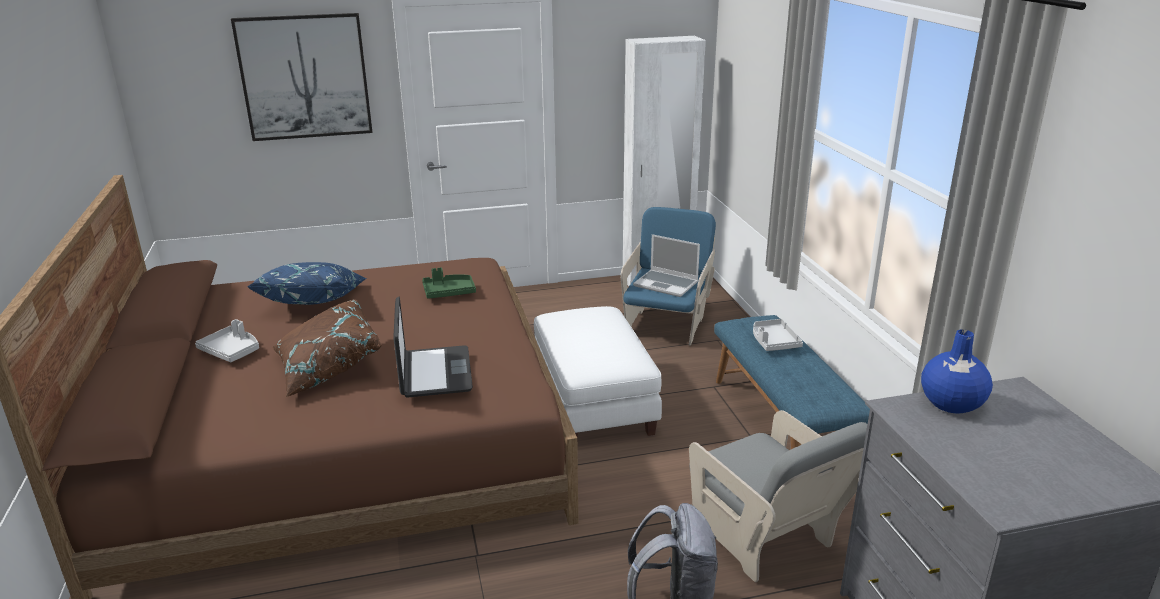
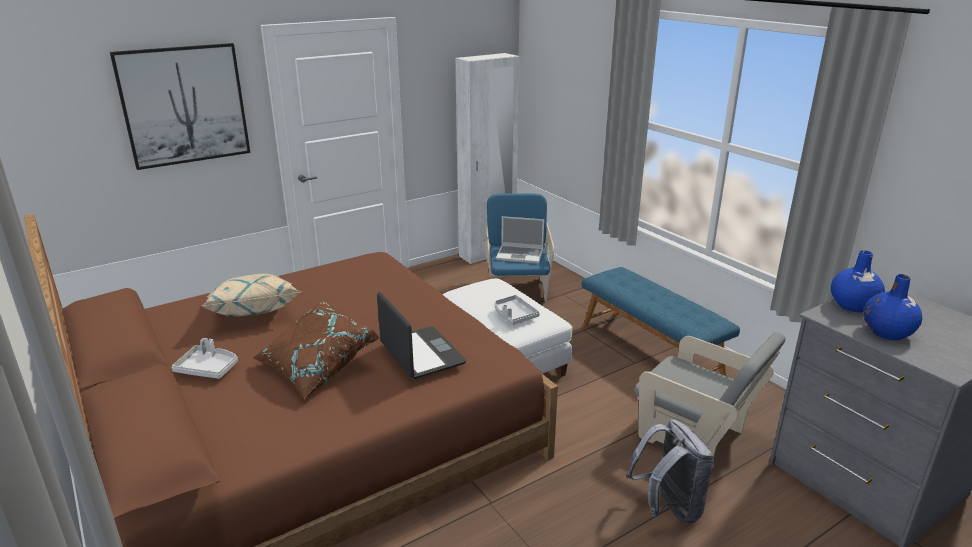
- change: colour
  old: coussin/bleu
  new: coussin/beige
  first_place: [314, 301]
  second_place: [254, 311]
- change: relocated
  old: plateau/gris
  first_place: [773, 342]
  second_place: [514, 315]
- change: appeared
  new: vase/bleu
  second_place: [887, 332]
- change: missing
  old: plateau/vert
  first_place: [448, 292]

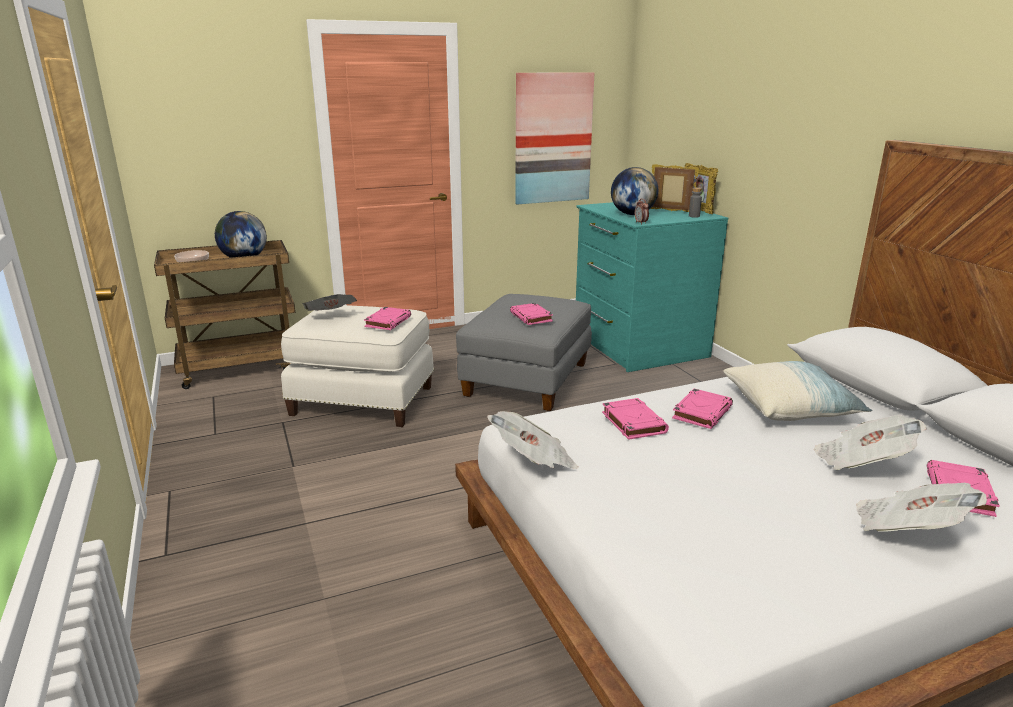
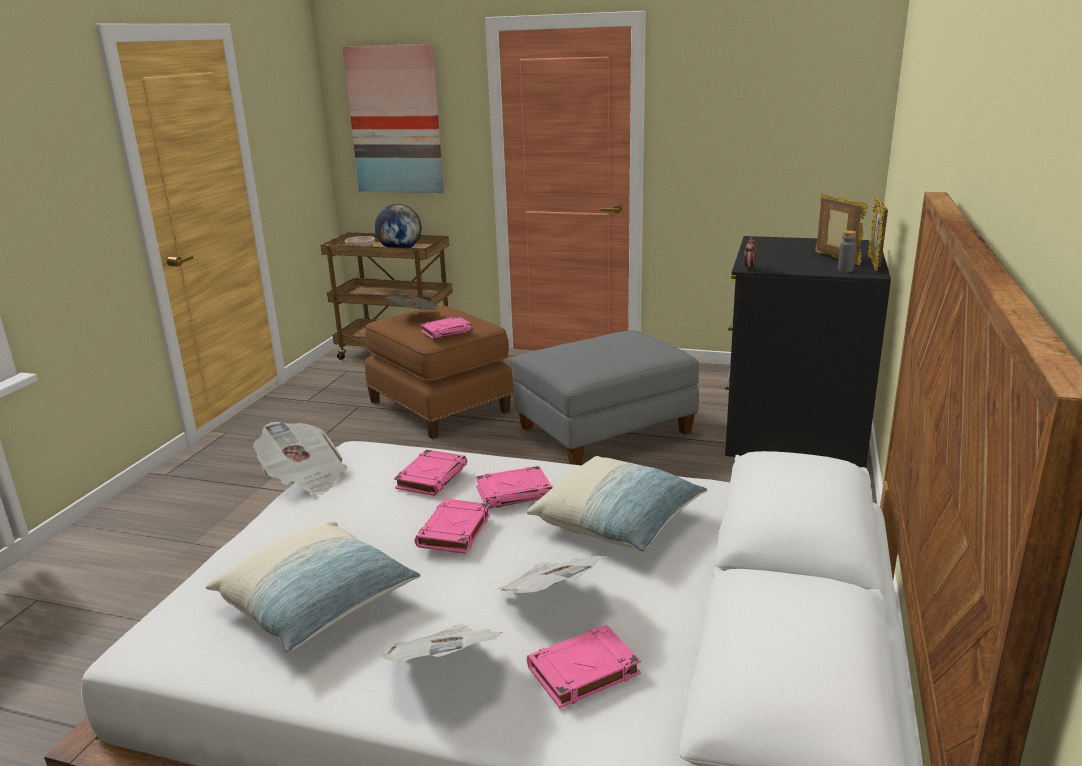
- change: appeared
  new: coussin
  second_place: [318, 605]
- change: relocated
  old: tableau
  first_place: [553, 138]
  second_place: [395, 120]
- change: colour
  old: pouf/blanc
  new: pouf/marron
  first_place: [364, 399]
  second_place: [441, 406]
- change: relocated
  old: livre/rose
  first_place: [531, 317]
  second_place: [454, 531]
- change: colour
  old: commode/turquoise
  new: commode/noir
  first_place: [638, 346]
  second_place: [792, 431]
- change: missing
  old: globe
  first_place: [632, 214]

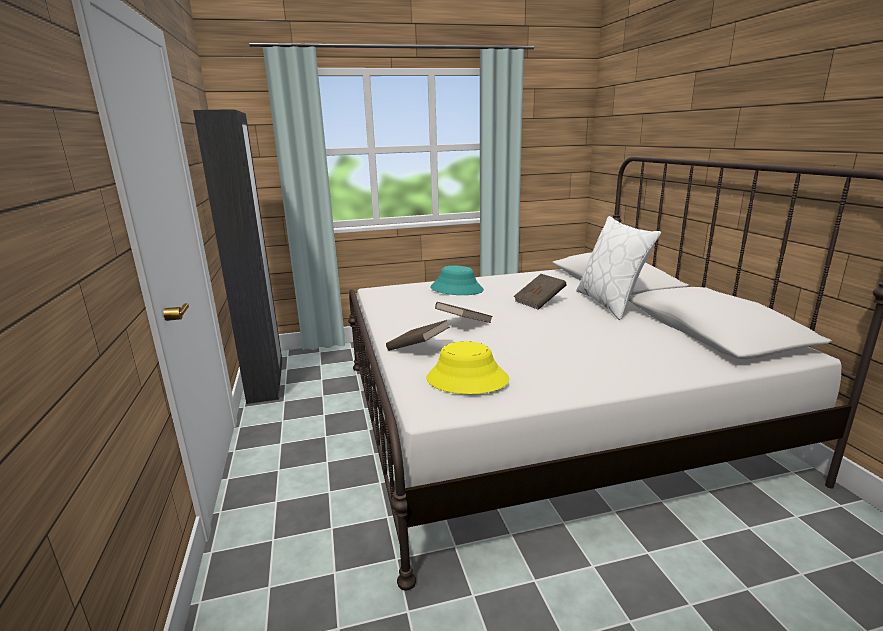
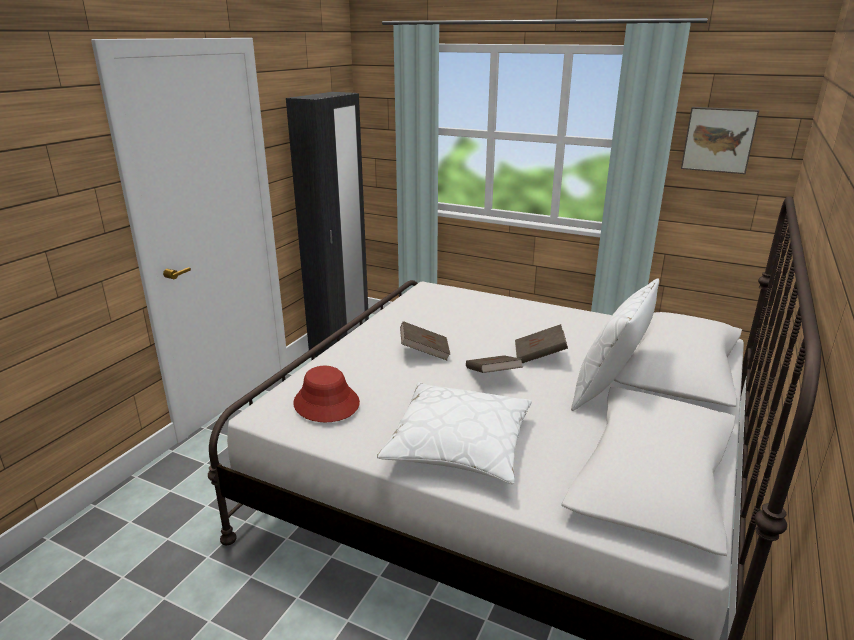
- change: colour
  old: chapeau/jaune
  new: chapeau/rouge
  first_place: [467, 380]
  second_place: [326, 403]
- change: appeared
  new: coussin/blanc
  second_place: [459, 444]
- change: relocated
  old: livre/marron
  first_place: [418, 348]
  second_place: [492, 376]
- change: appeared
  new: tableau
  second_place: [718, 139]
- change: missing
  old: chapeau/turquoise
  first_place: [456, 289]

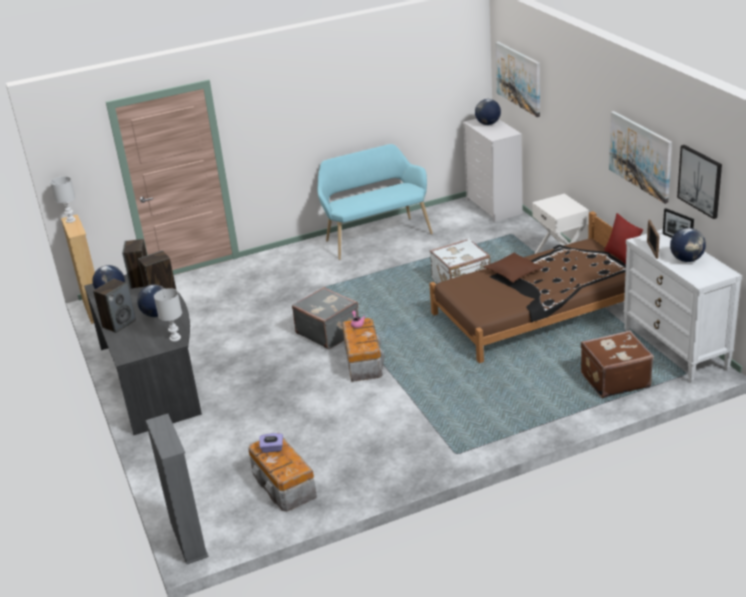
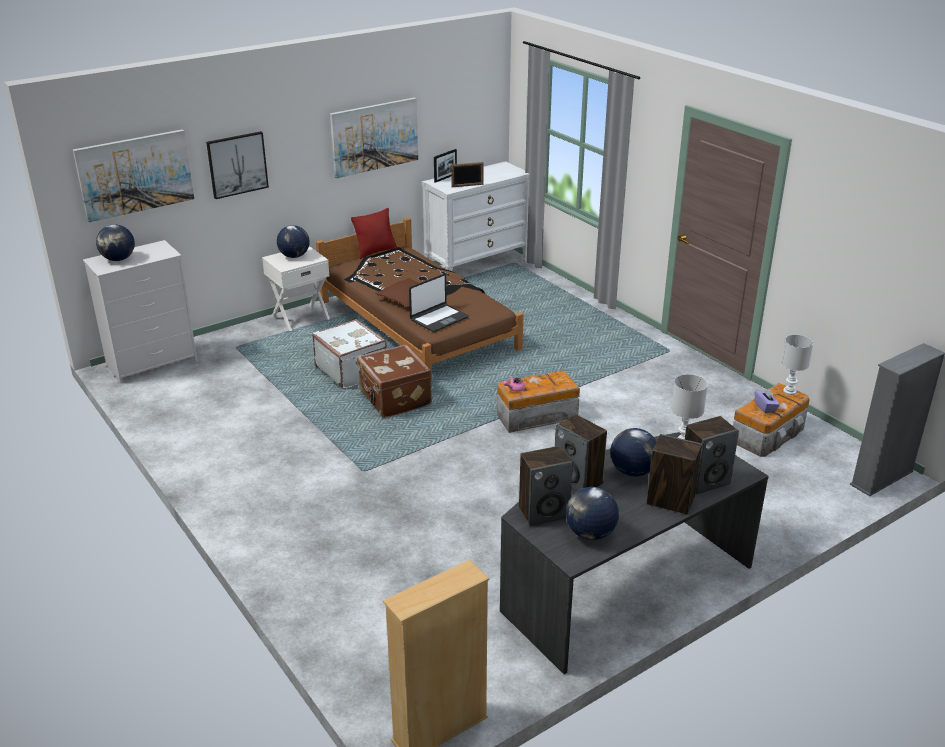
- change: relocated
  old: tableau
  first_place: [700, 181]
  second_place: [237, 164]
- change: relocated
  old: globe
  first_place: [686, 259]
  second_place: [294, 256]
- change: relocated
  old: valise/marron
  first_place: [614, 379]
  second_place: [394, 399]
- change: appeared
  new: ordinateur portable
  second_place: [439, 318]
- change: appeared
  new: enceinte
  second_place: [704, 480]
- change: relocated
  old: lampe de table/blanc
  first_place: [70, 220]
  second_place: [789, 391]
- change: missing
  old: valise/gris
  first_place: [328, 332]
- change: missing
  old: banc/turquoise
  first_place: [375, 236]

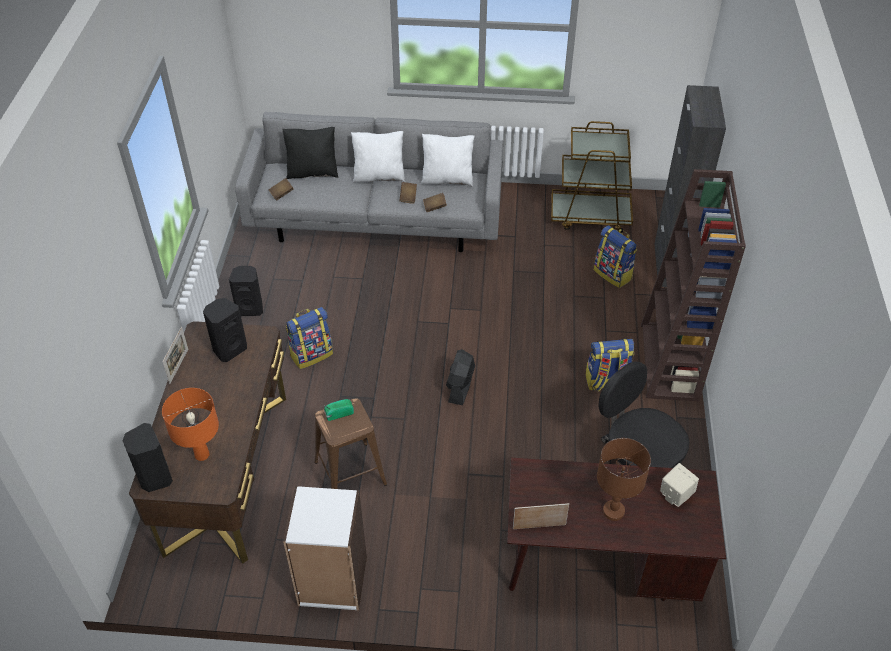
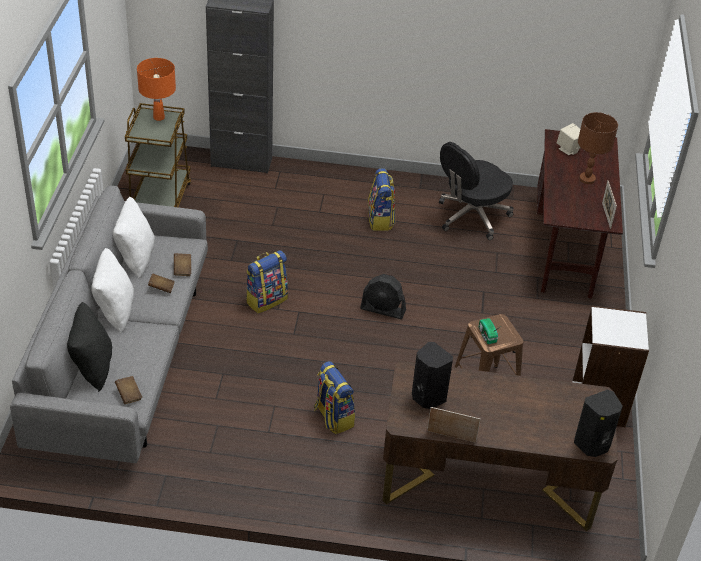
- change: relocated
  old: lampe de table/orange
  first_place: [202, 455]
  second_place: [159, 117]
- change: relocated
  old: sac à dos
  first_place: [613, 274]
  second_place: [266, 300]
- change: missing
  old: enceinte/noir
  first_place: [250, 308]
- change: missing
  old: bibliothèque/marron
  first_place: [670, 362]

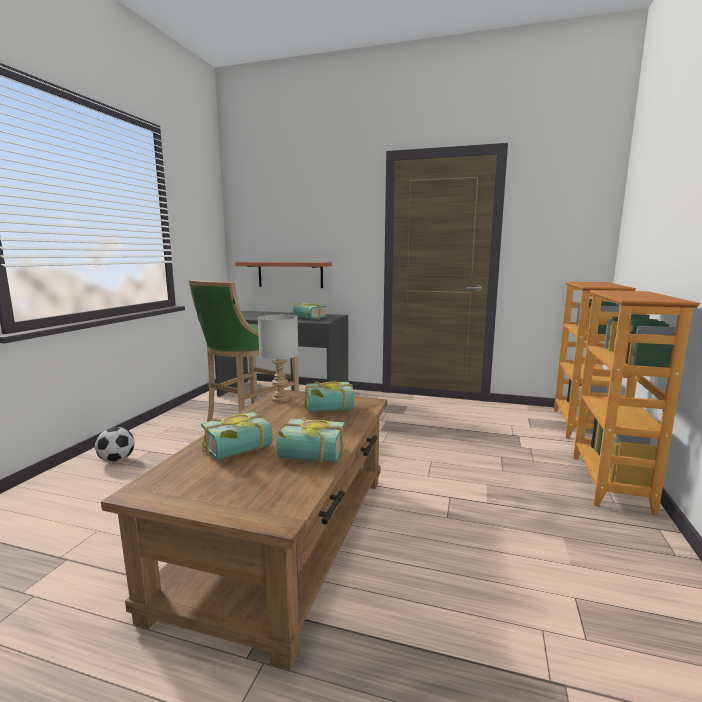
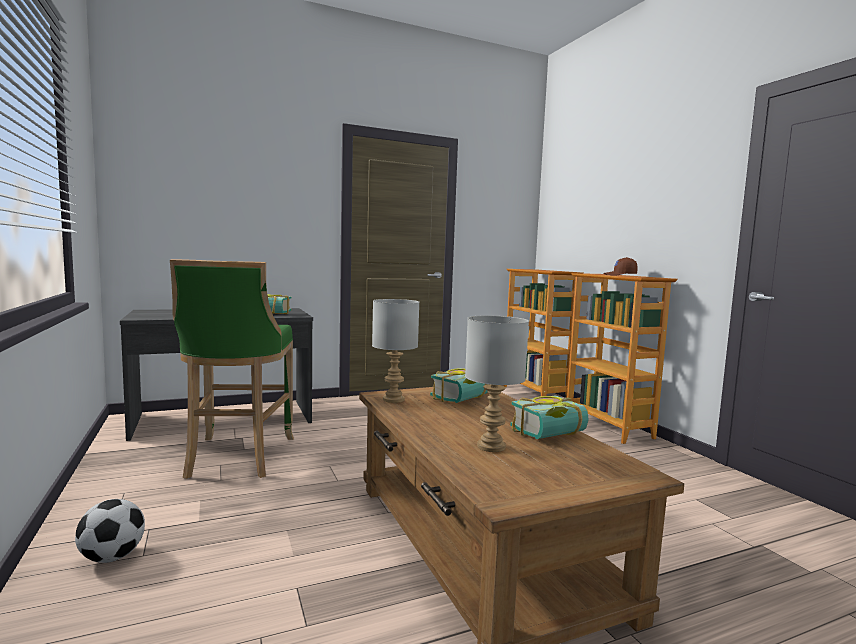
- change: exchanged
  old: livre
  new: lampe de table/gris
  first_place: [240, 452]
  second_place: [490, 447]
- change: appeared
  new: casquette/marron
  second_place: [620, 275]
- change: missing
  old: étagère
  first_place: [290, 274]

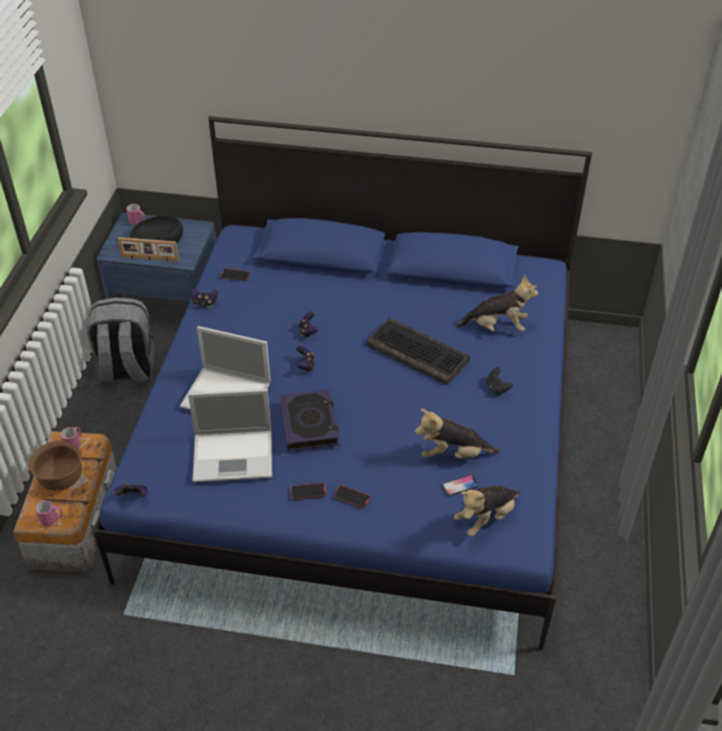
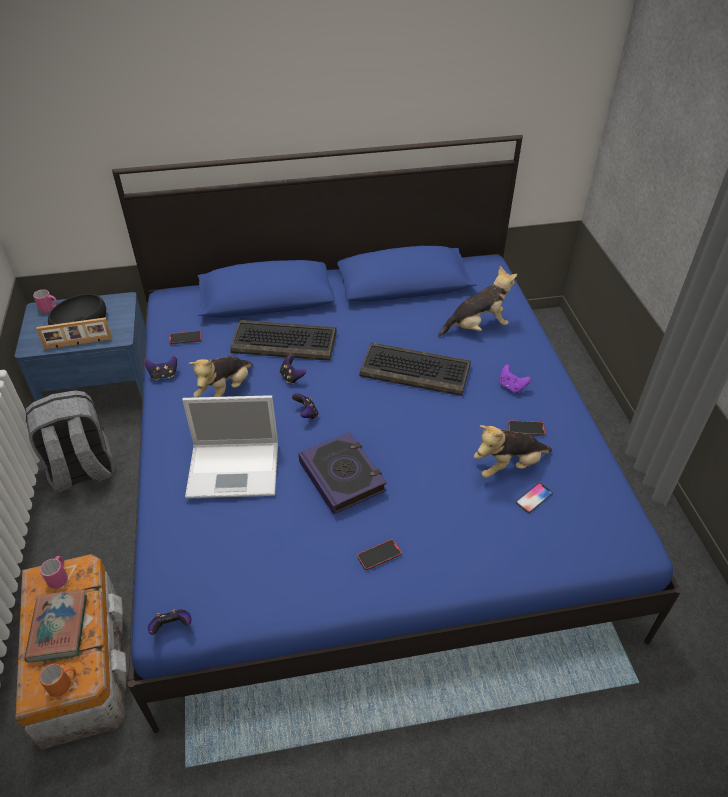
- change: exchanged
  old: bol/marron
  new: livre
  first_place: [62, 480]
  second_place: [58, 628]
- change: colour
  old: mug/rose
  new: mug/orange
  first_place: [52, 519]
  second_place: [64, 684]
- change: relocated
  old: peluche
  first_place: [486, 518]
  second_place: [225, 391]
- change: appeared
  new: clavier
  second_place: [285, 342]
- change: colour
  old: manette/noir
  new: manette/violet
  first_place: [497, 388]
  second_place: [511, 386]
- change: relocated
  old: téléphone
  first_place: [352, 498]
  second_place: [526, 429]
- change: missing
  old: ordinateur portable
  first_place: [235, 455]

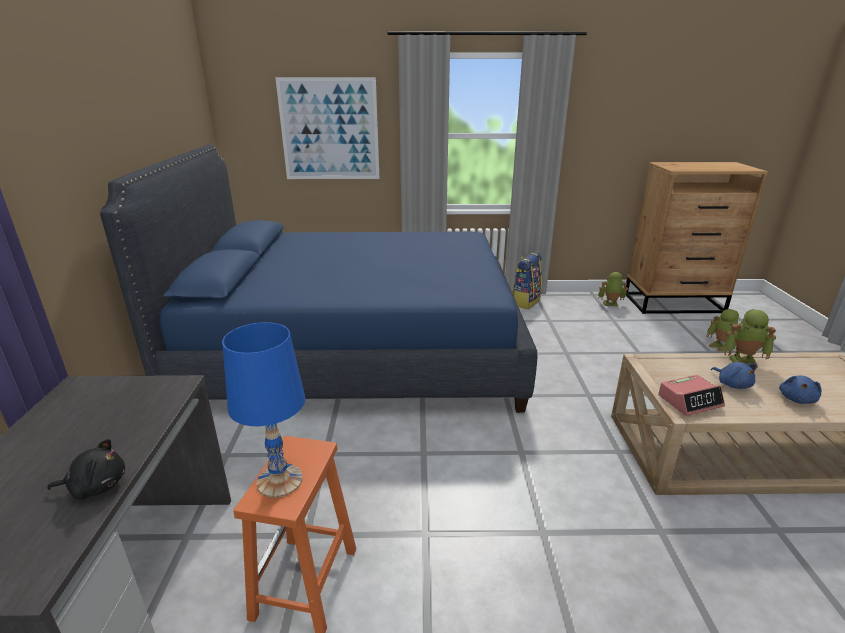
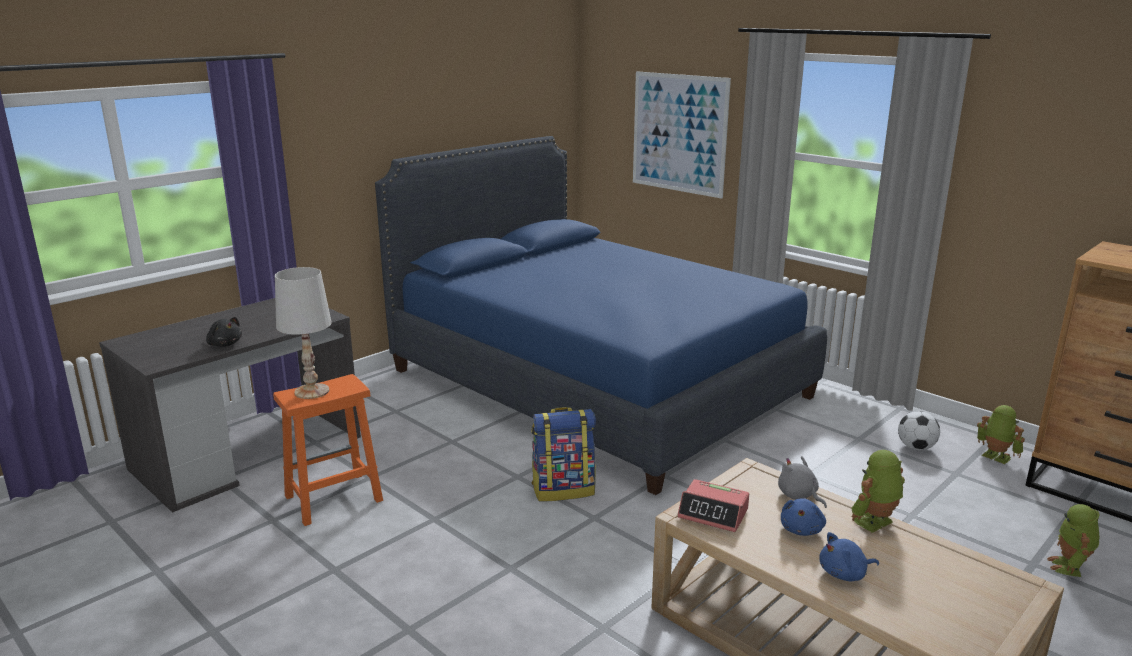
- change: colour
  old: lampe de table/bleu
  new: lampe de table/blanc
  first_place: [280, 480]
  second_place: [312, 391]
- change: relocated
  old: sac à dos
  first_place: [525, 301]
  second_place: [563, 489]
- change: appeared
  new: peluche/gris
  second_place: [799, 496]
- change: spun
  old: robot jouet
  first_place: [743, 360]
  second_place: [875, 523]
  degrees: 90
- change: appeared
  new: ballon de foot
  second_place: [915, 447]

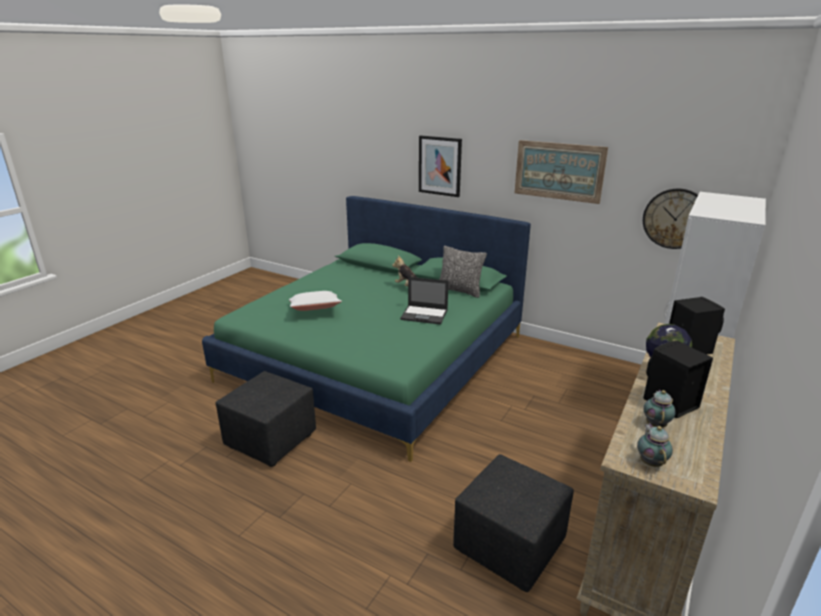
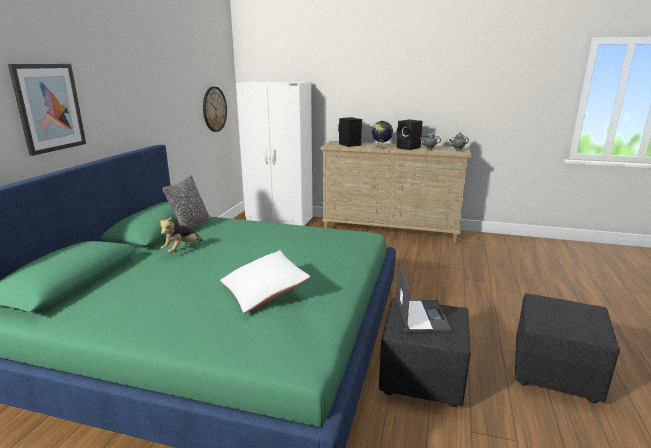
- change: relocated
  old: ordinateur portable
  first_place: [425, 315]
  second_place: [421, 316]
- change: relocated
  old: pouf/noir
  first_place: [510, 546]
  second_place: [553, 372]
- change: missing
  old: tableau
  first_place: [559, 171]

